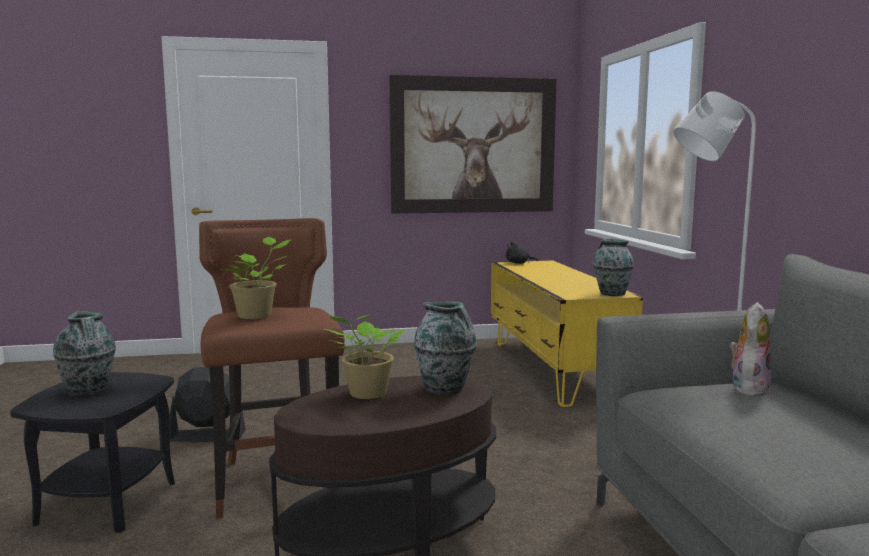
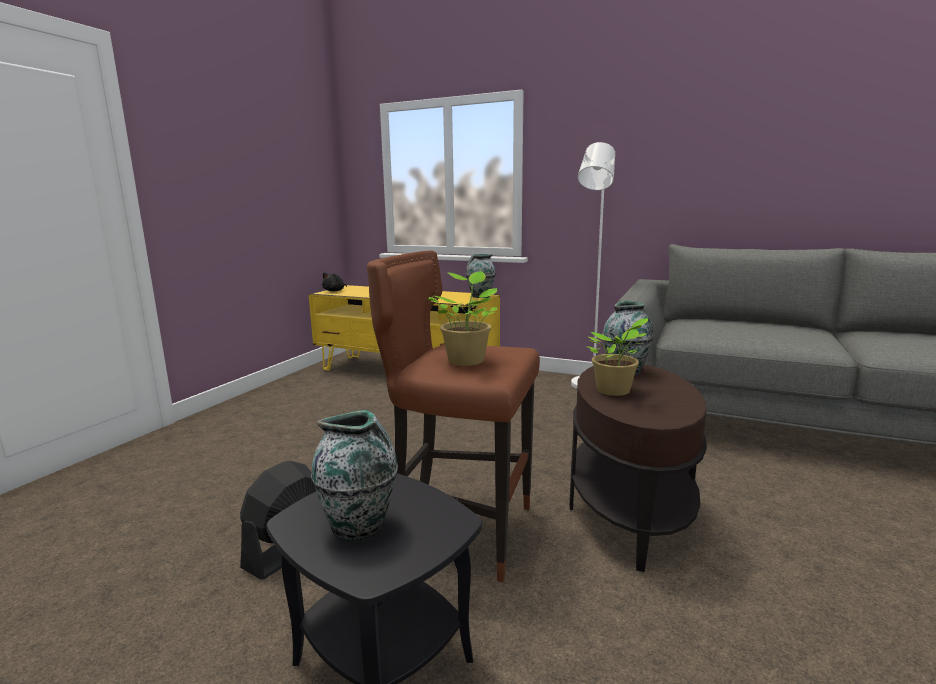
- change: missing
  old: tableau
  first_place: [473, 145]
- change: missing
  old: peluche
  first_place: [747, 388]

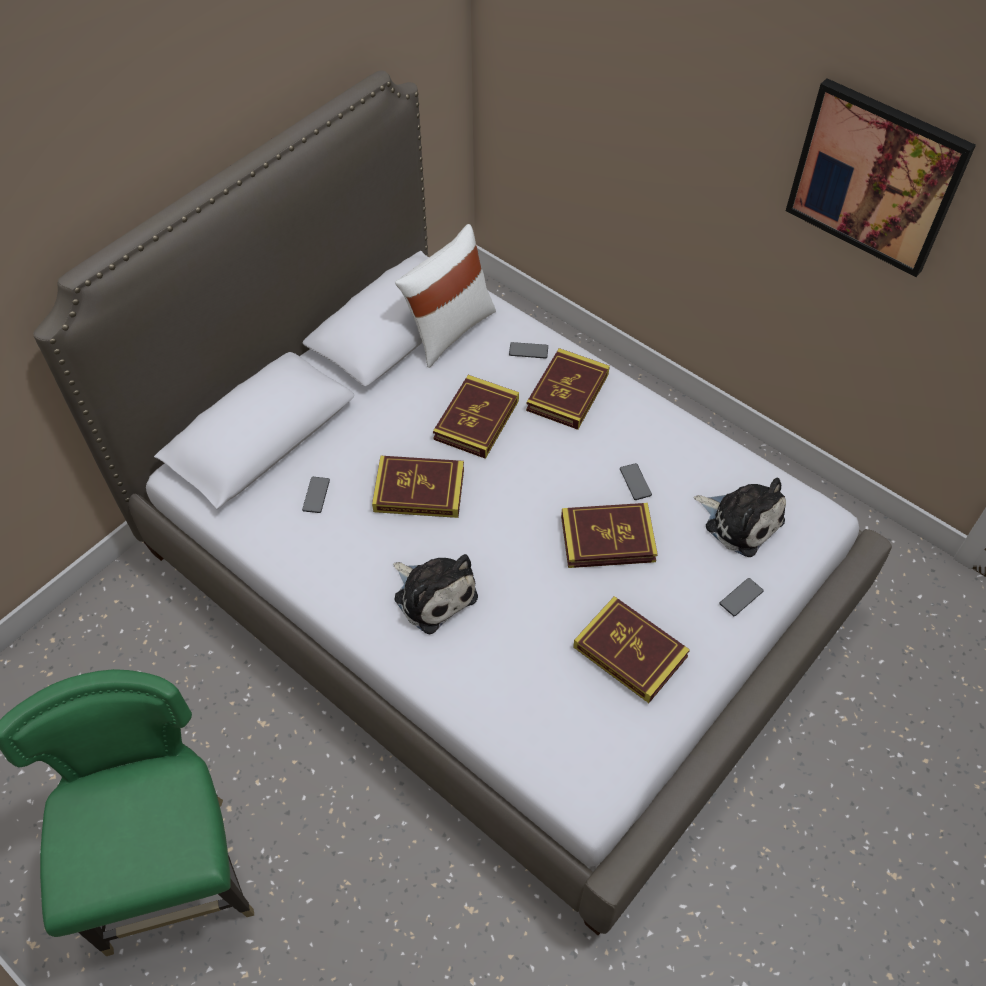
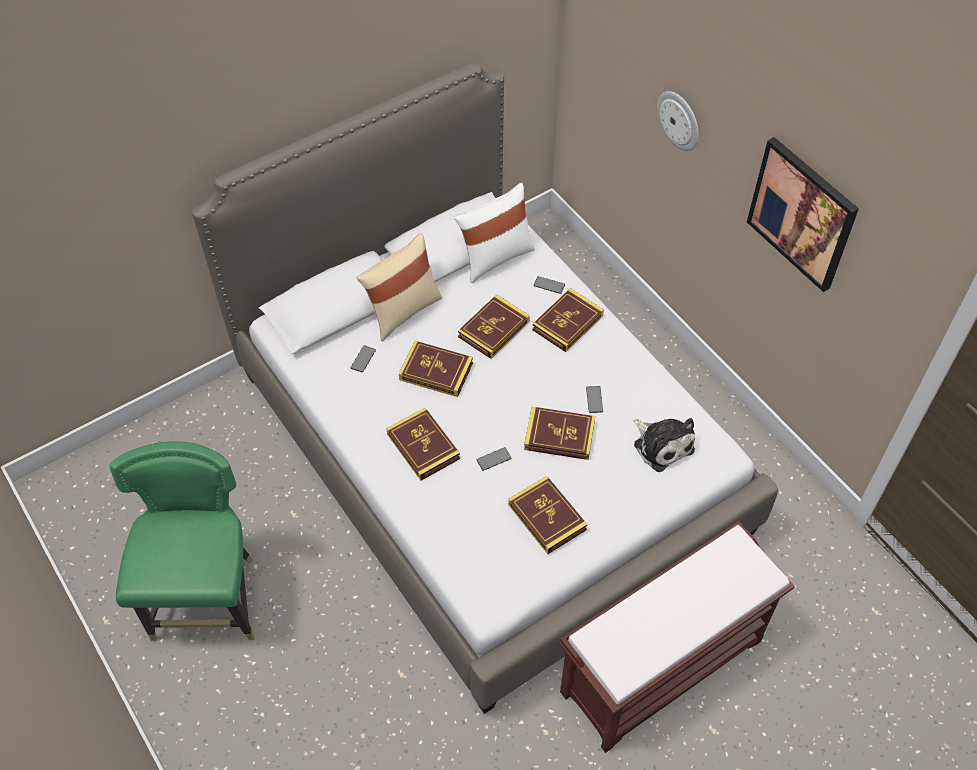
- change: appeared
  new: coussin/beige
  second_place: [402, 311]
- change: exchanged
  old: peluche
  new: livre
  first_place: [433, 594]
  second_place: [423, 446]
- change: relocated
  old: téléphone
  first_place: [741, 597]
  second_place: [494, 459]
- change: appeared
  new: banc/marron
  second_place: [662, 664]
- change: appeared
  new: horloge murale
  second_place: [679, 120]

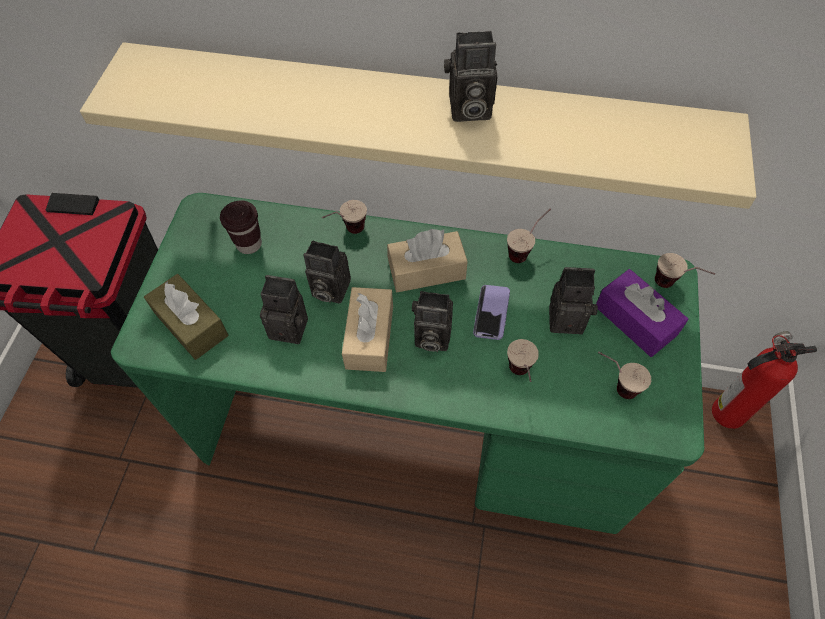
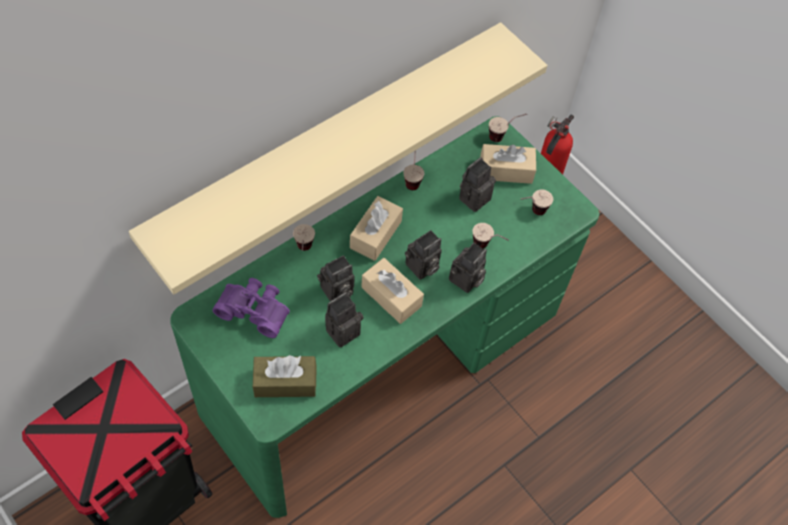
- change: exchanged
  old: tasse/marron
  new: jumelles/violet
  first_place: [249, 244]
  second_place: [255, 309]
- change: relocated
  old: appareil photo
  first_place: [467, 110]
  second_place: [466, 281]
- change: colour
  old: boîte à mouchoirs/violet
  new: boîte à mouchoirs/beige
  first_place: [635, 320]
  second_place: [506, 170]
- change: missing
  old: téléphone
  first_place: [491, 313]

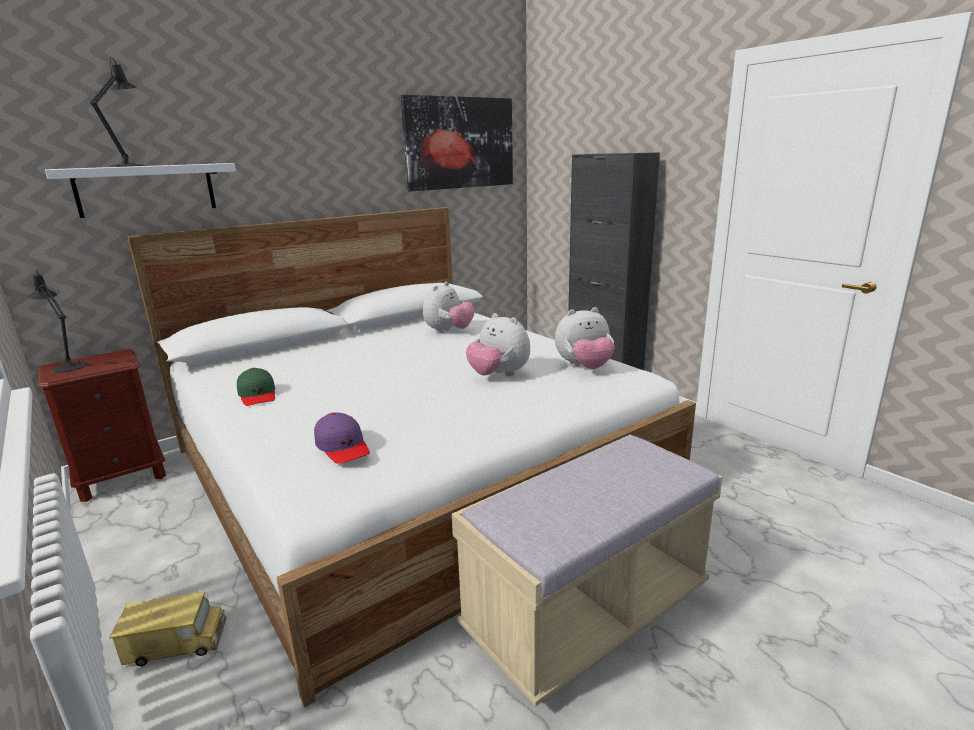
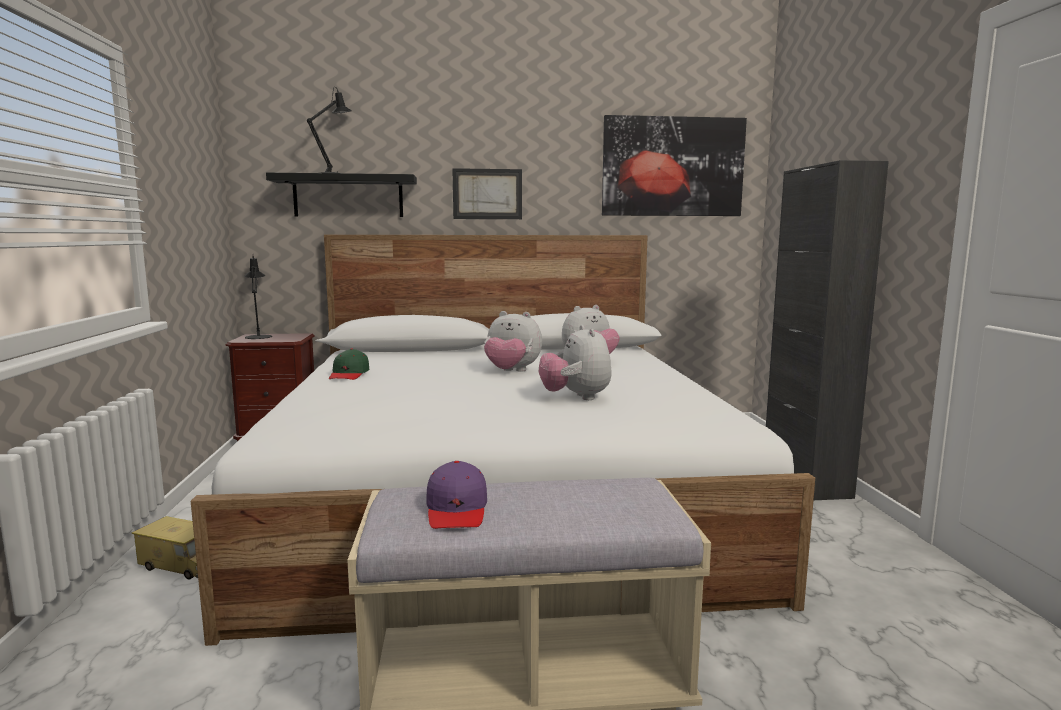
- change: colour
  old: étagère/blanc
  new: étagère/noir
  first_place: [146, 189]
  second_place: [348, 196]
- change: relocated
  old: casquette/violet
  first_place: [342, 447]
  second_place: [457, 509]
- change: appeared
  new: tableau
  second_place: [487, 194]
- change: relocated
  old: peluche
  first_place: [584, 368]
  second_place: [511, 372]

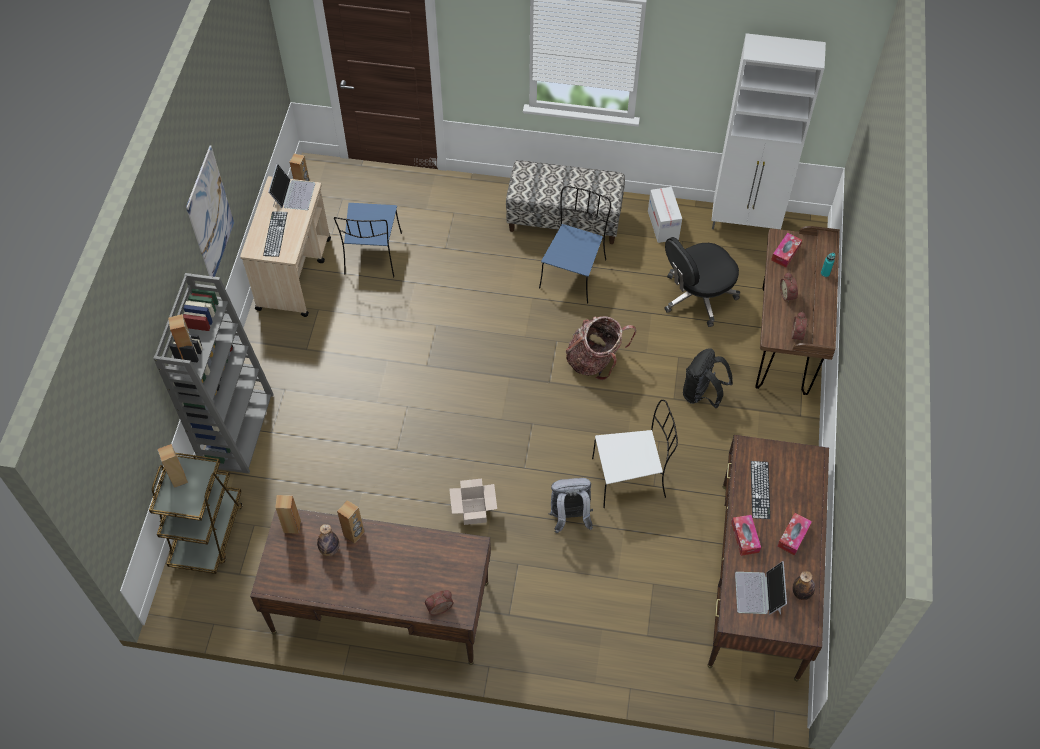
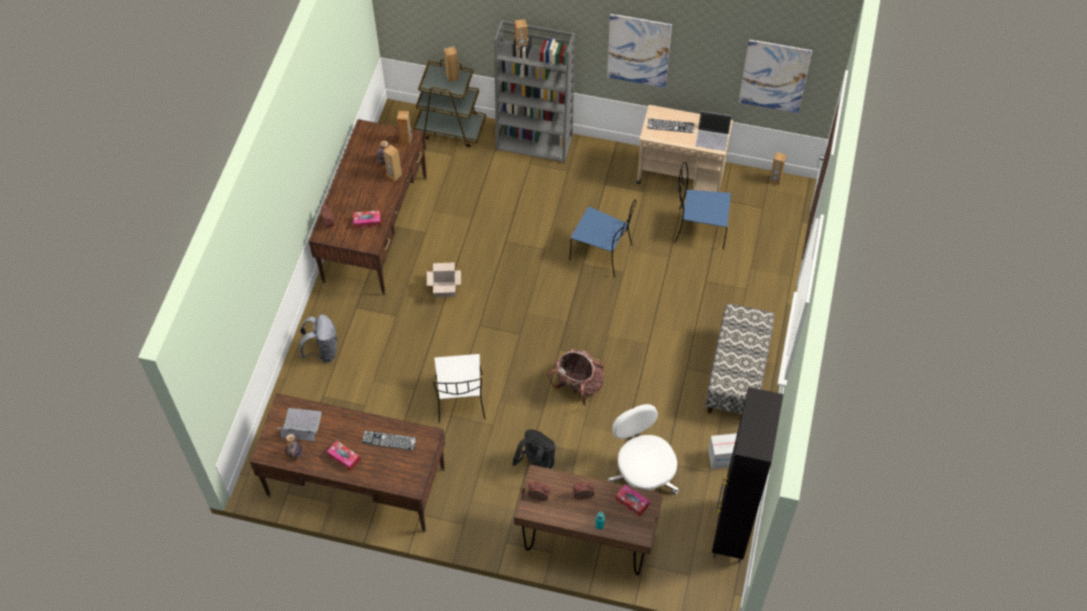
- change: relocated
  old: sac à dos/gris
  first_place: [569, 517]
  second_place: [323, 351]
- change: relocated
  old: boîte à mouchoirs
  first_place: [745, 537]
  second_place: [367, 222]
- change: relocated
  old: chaise/bleu
  first_place: [573, 272]
  second_place: [602, 253]
- change: colour
  old: chaise de bureau/noir
  new: chaise de bureau/blanc
  first_place: [697, 297]
  second_place: [643, 475]
- change: colour
  old: meuble de rangement/blanc
  new: meuble de rangement/noir
  first_place: [745, 223]
  second_place: [731, 532]
- change: appeared
  new: tableau
  second_place: [774, 76]

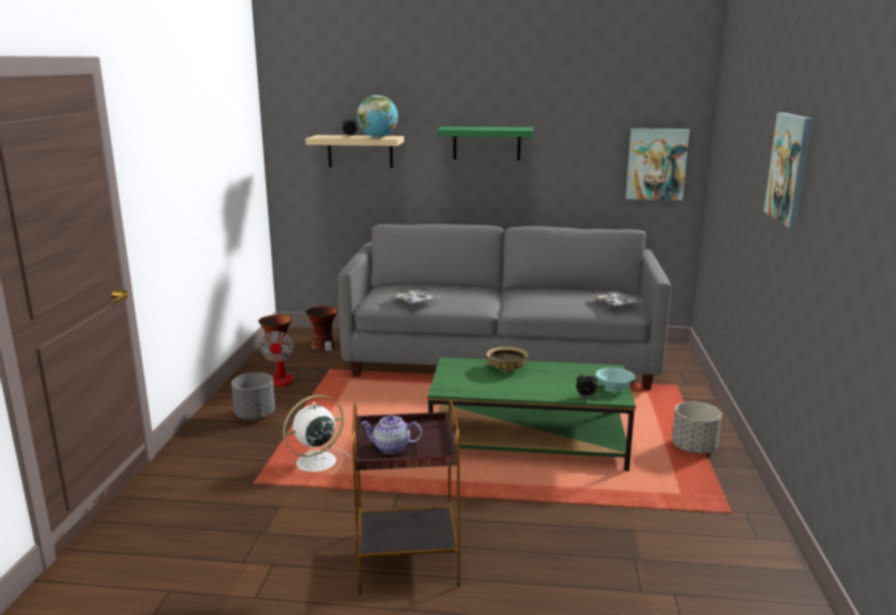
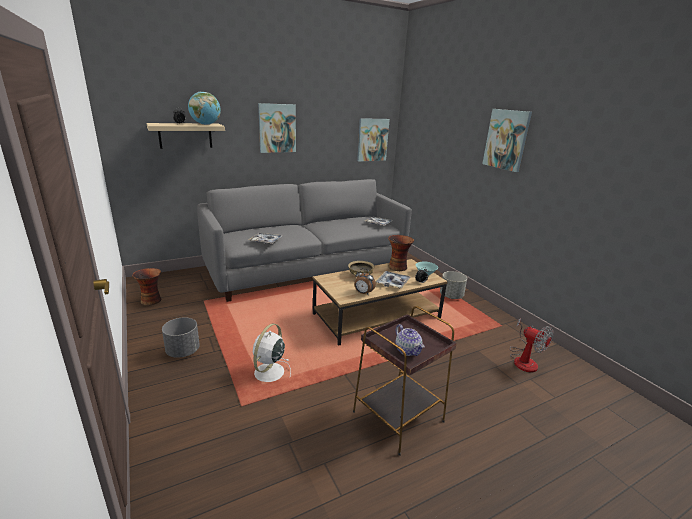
- change: exchanged
  old: étagère/vert
  new: tableau
  first_place: [486, 143]
  second_place: [277, 128]
- change: colour
  old: table basse/vert
  new: table basse/marron
  first_place: [528, 442]
  second_place: [376, 316]
- change: appeared
  new: réveil
  second_place: [363, 293]
- change: appeared
  new: plateau
  second_place: [392, 283]
- change: relocated
  old: vase
  first_place: [324, 347]
  second_place: [398, 267]
- change: spun
  old: théière
  first_place: [391, 448]
  second_place: [408, 350]
  degrees: -90
- change: relocated
  old: ventilateur
  first_place: [289, 378]
  second_place: [524, 359]

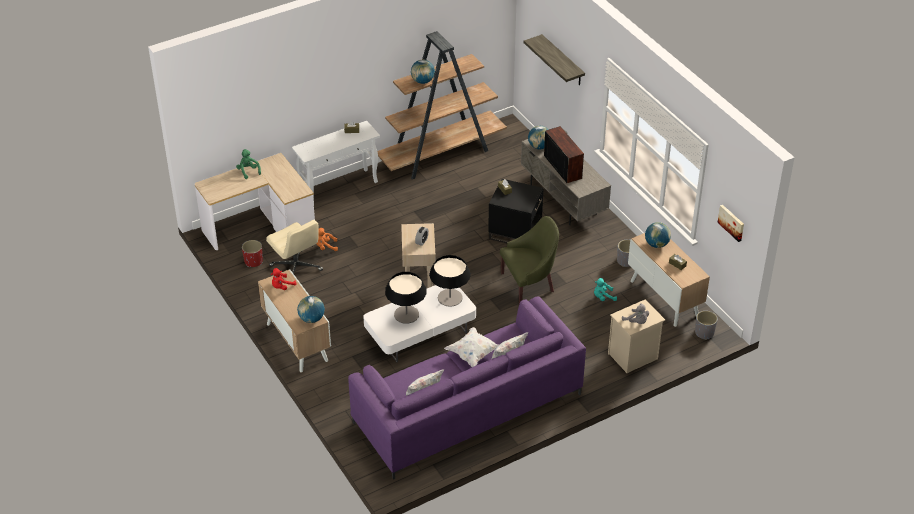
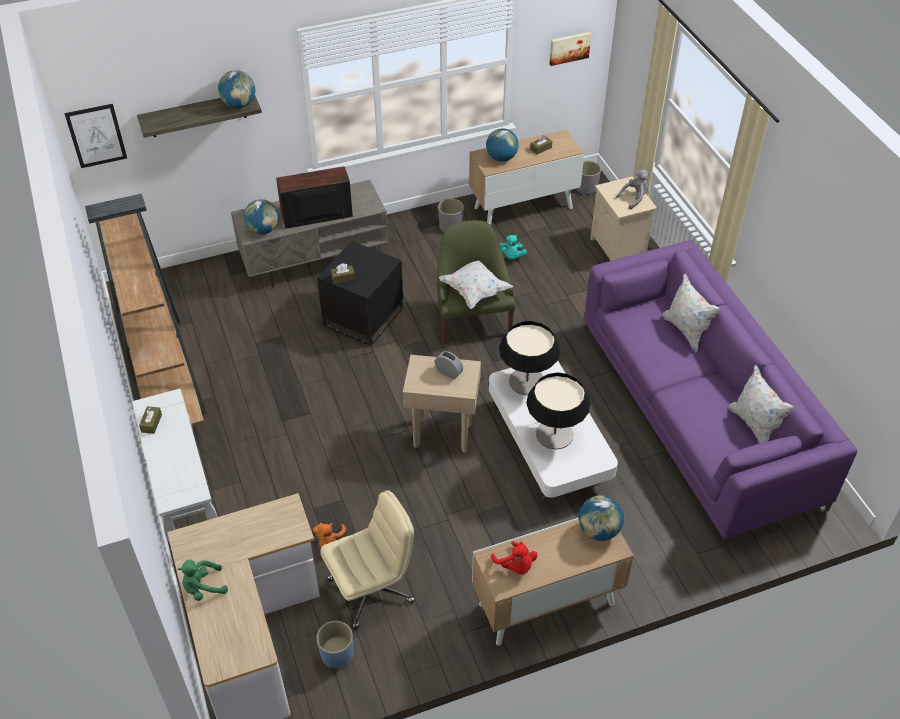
- change: appeared
  new: tableau
  second_place: [96, 135]
- change: relocated
  old: globe
  first_place: [423, 81]
  second_place: [239, 104]
- change: colour
  old: cache-pot/rouge
  new: cache-pot/bleu
  first_place: [253, 261]
  second_place: [337, 654]
- change: relocated
  old: coussin/blanc
  first_place: [473, 354]
  second_place: [474, 291]

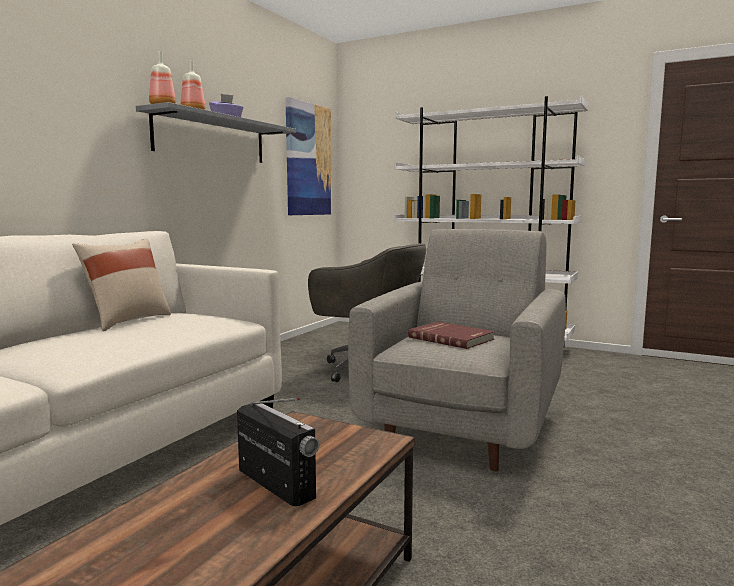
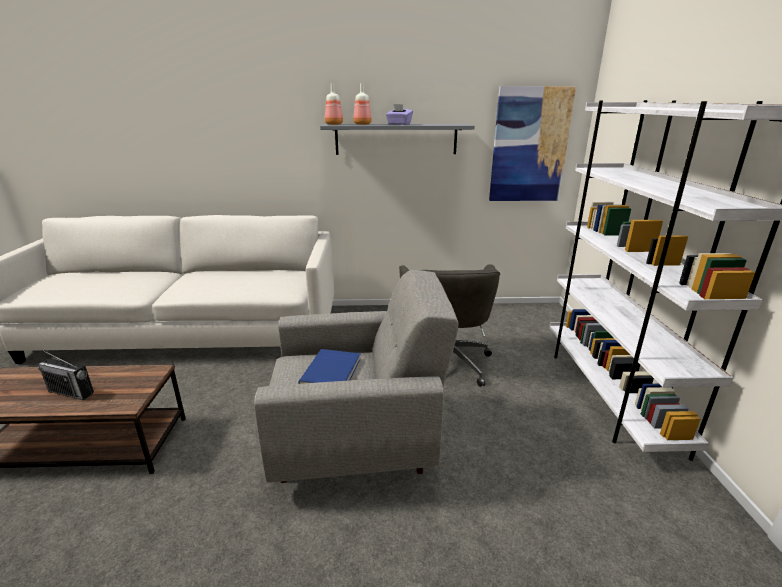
- change: spun
  old: radio
  first_place: [275, 484]
  second_place: [71, 392]
  degrees: 90
- change: colour
  old: livre/rouge
  new: livre/bleu
  first_place: [451, 338]
  second_place: [332, 372]
- change: missing
  old: coussin/beige
  first_place: [127, 321]

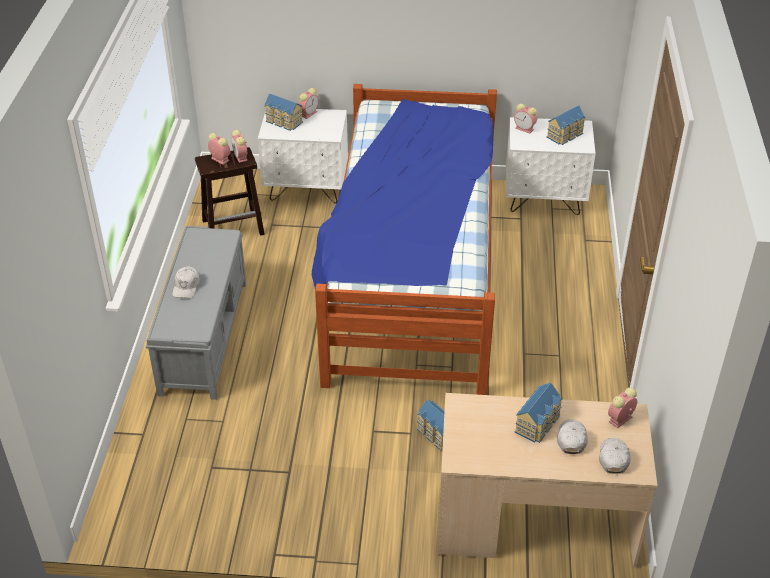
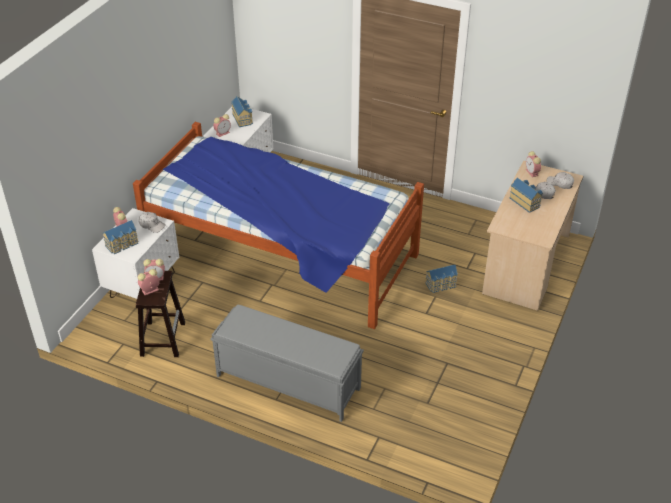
- change: relocated
  old: casquette/blanc
  first_place: [186, 286]
  second_place: [152, 225]

